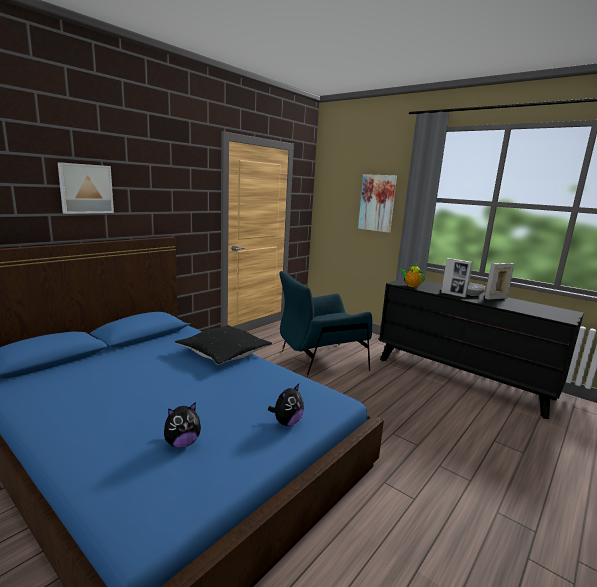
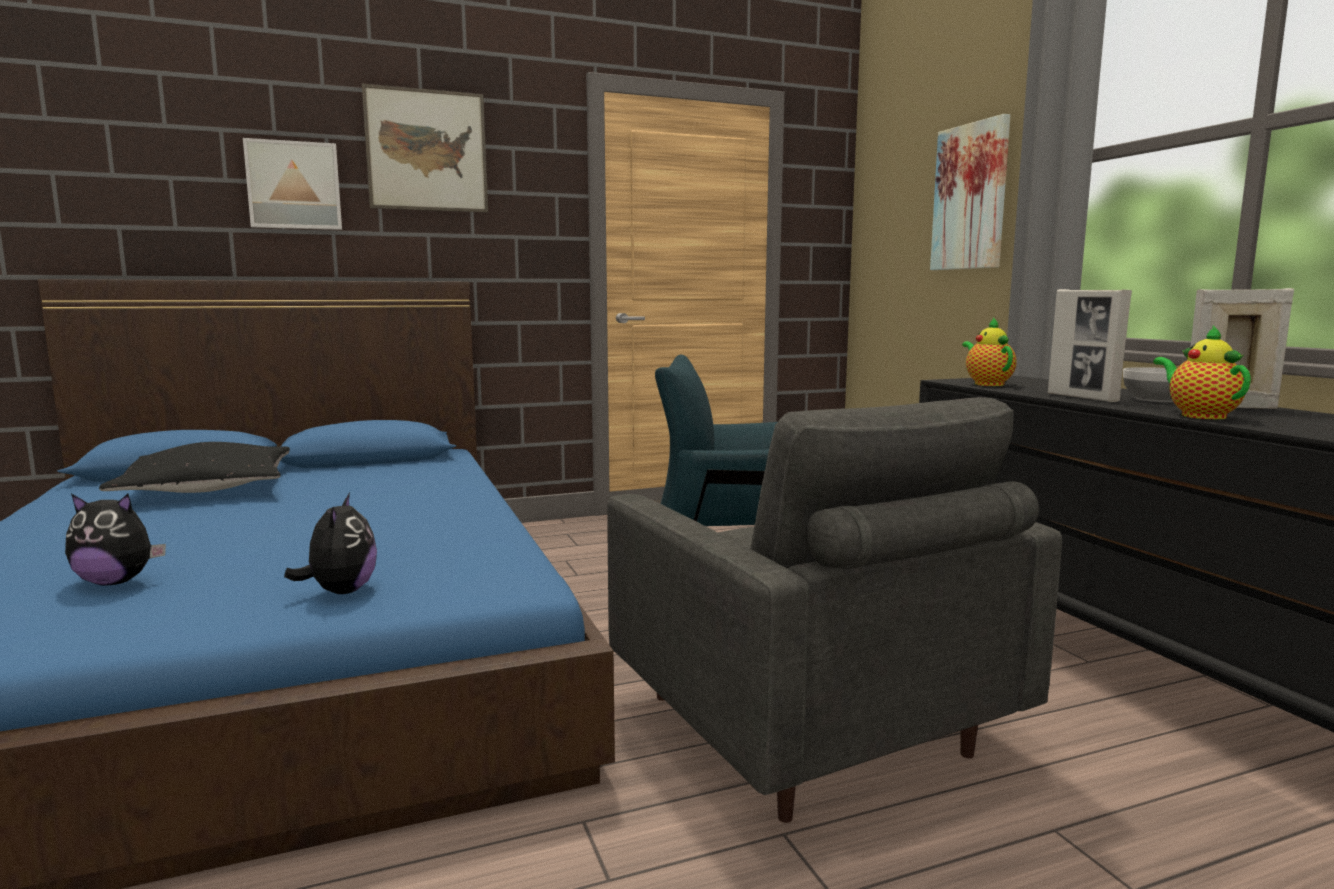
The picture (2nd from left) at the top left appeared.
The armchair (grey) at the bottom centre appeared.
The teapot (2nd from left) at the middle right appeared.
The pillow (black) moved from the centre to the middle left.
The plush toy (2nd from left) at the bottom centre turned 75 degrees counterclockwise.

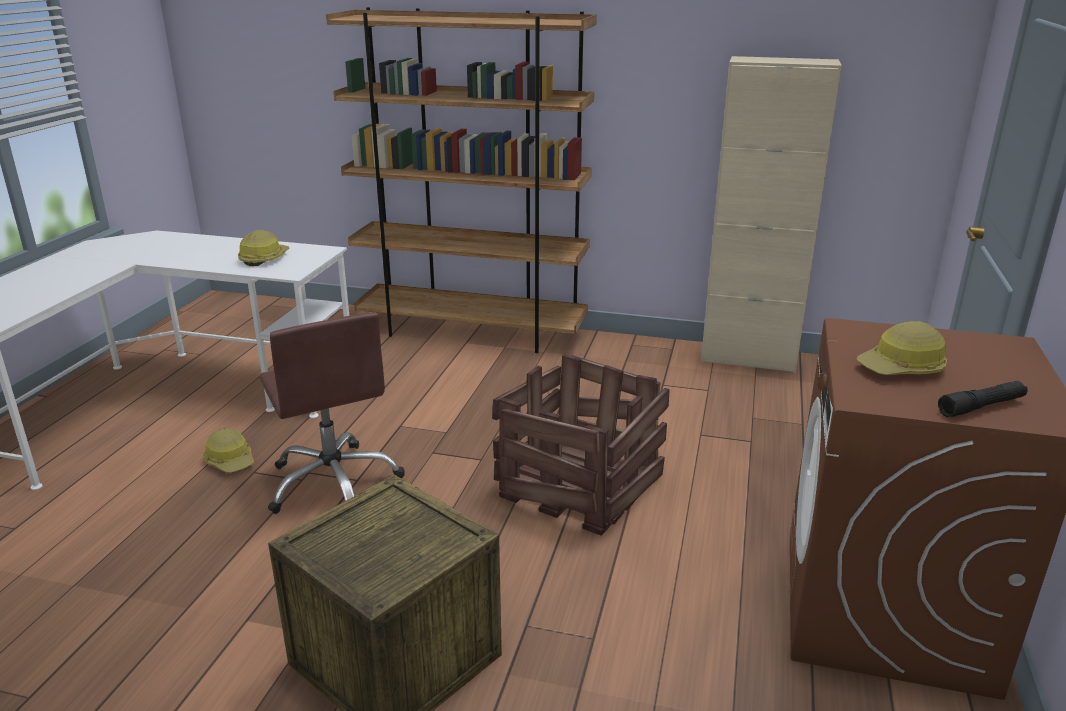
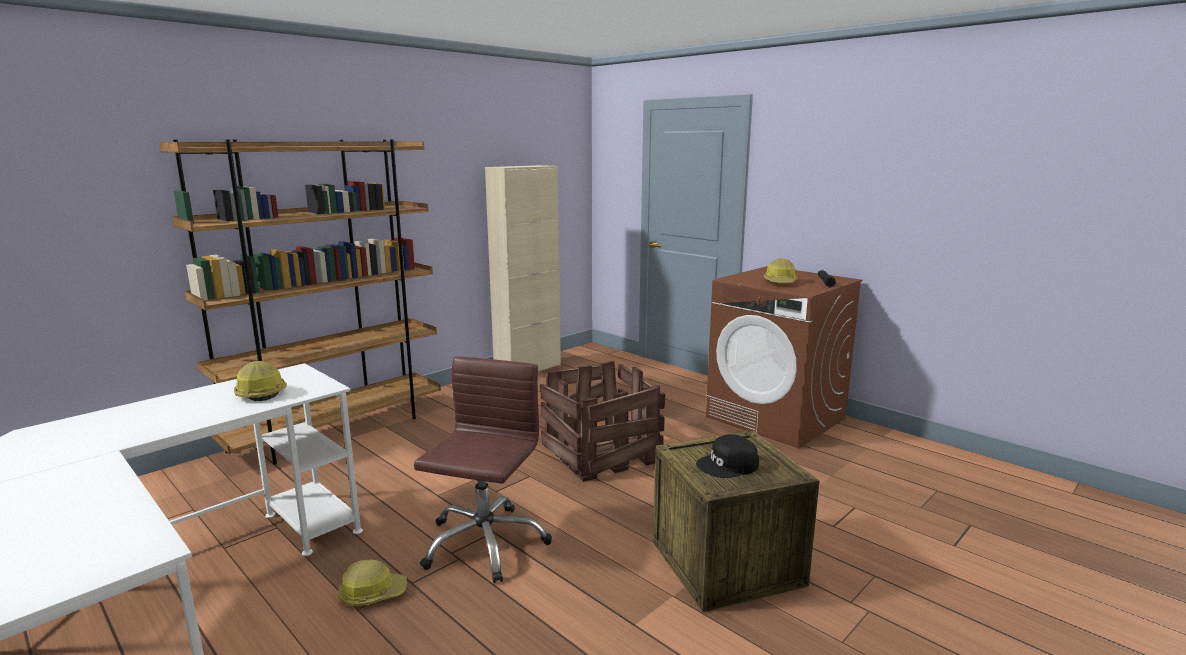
The cap (black) at the bottom centre appeared.
The office chair (brown) at the middle left turned 75 degrees counterclockwise.

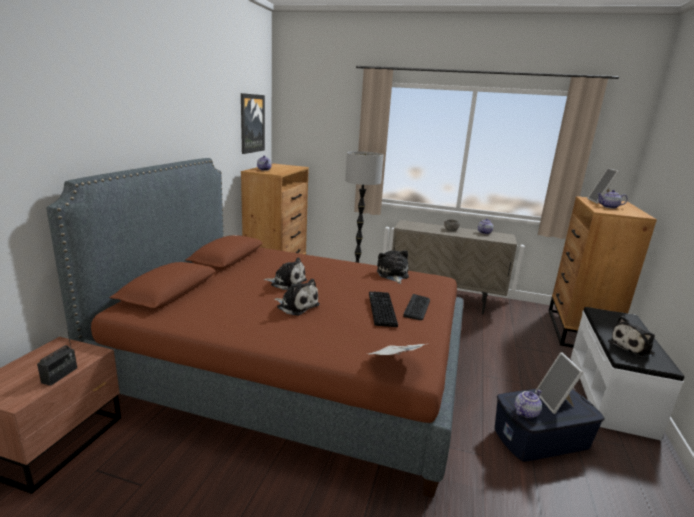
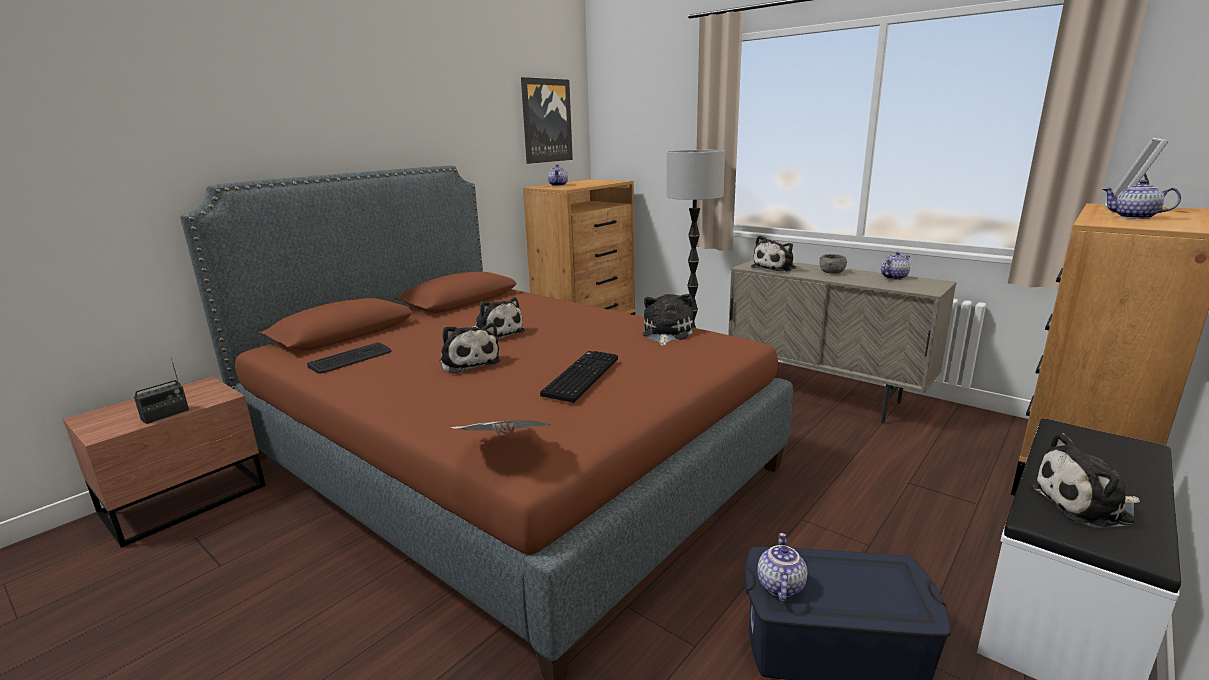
The picture frame (1st from left) at the bottom right disappeared.
The plush toy (4th from left) at the centre appeared.
The keyboard (2nd from left in the first image) moved from the centre to the middle left.
The teapot (3rd from left in the first image) at the bottom right turned 60 degrees counterclockwise.

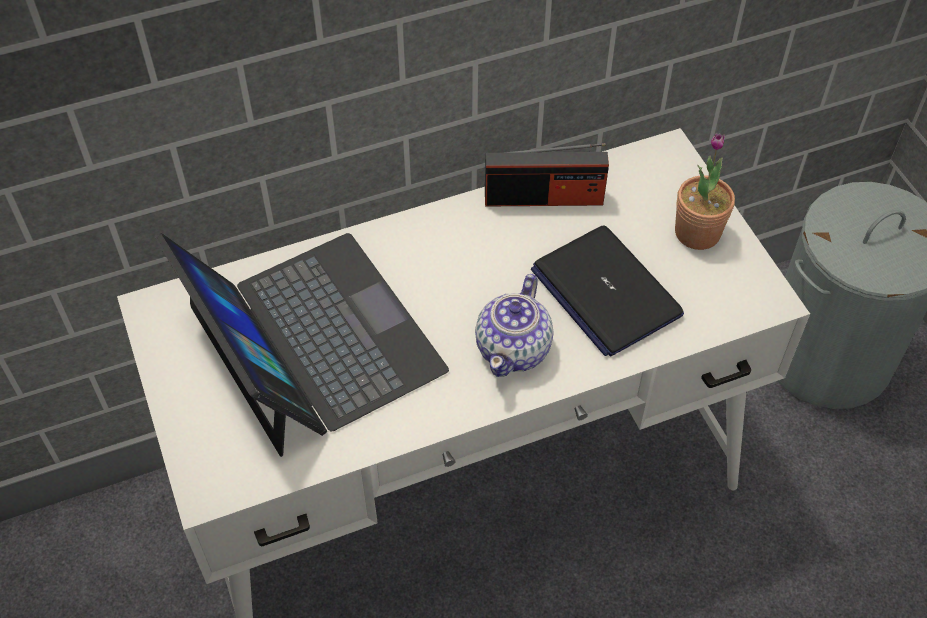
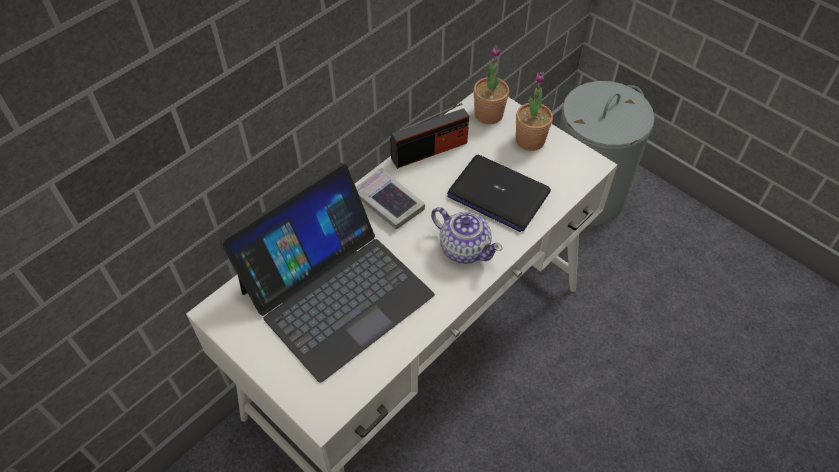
The book at the centre appeared.
The potted plant (1st from left) at the top centre appeared.
The laptop (1st from left) at the middle left turned 105 degrees clockwise.
The teapot at the centre turned 45 degrees counterclockwise.

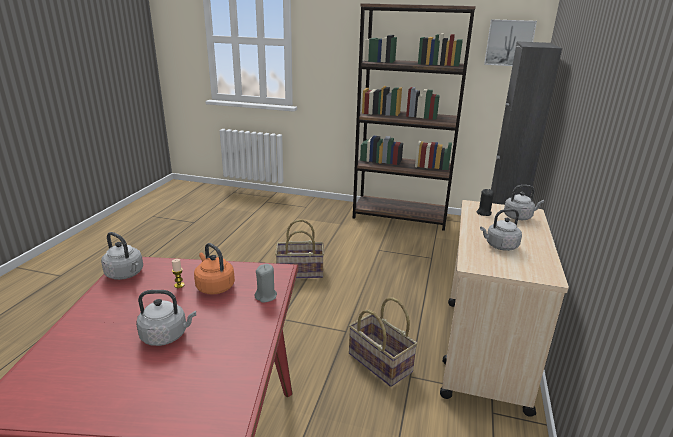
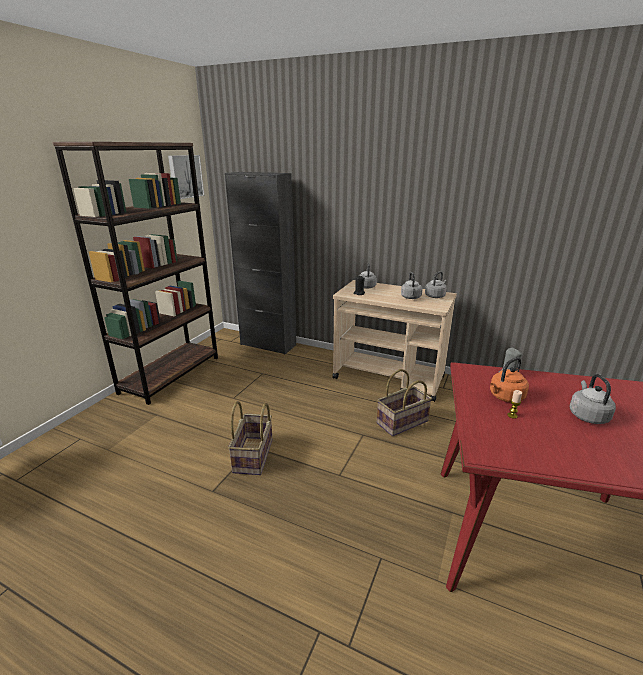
The kettle (grey) (1st from left in the first image) moved from the middle left to the middle right.

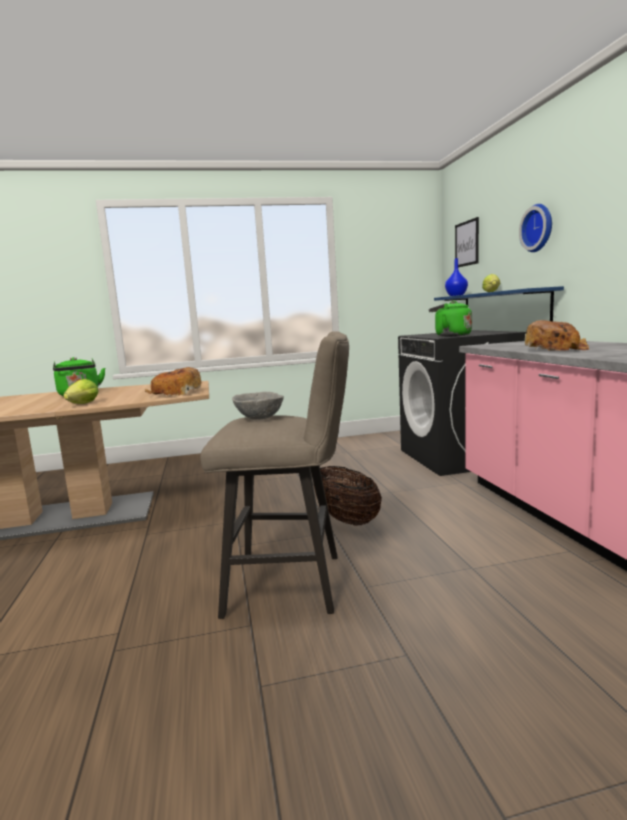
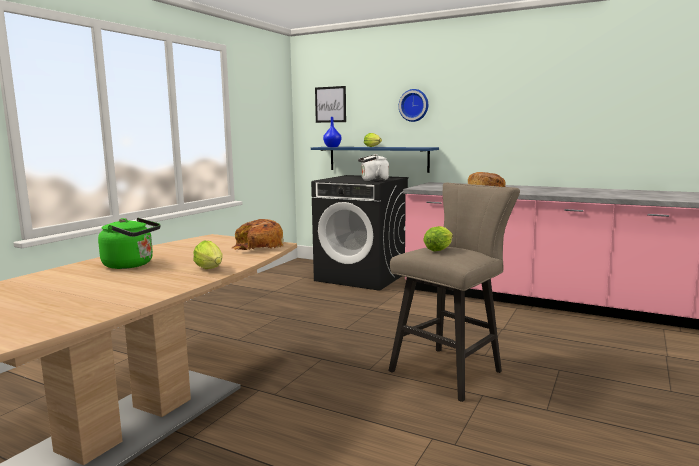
The basket at the centre disappeared.
The bowl (grey) at the centre was replaced by the lettuce (3rd from left) at the centre.
The kettle (green) (2nd from left) at the middle right became the kettle (white) at the centre.

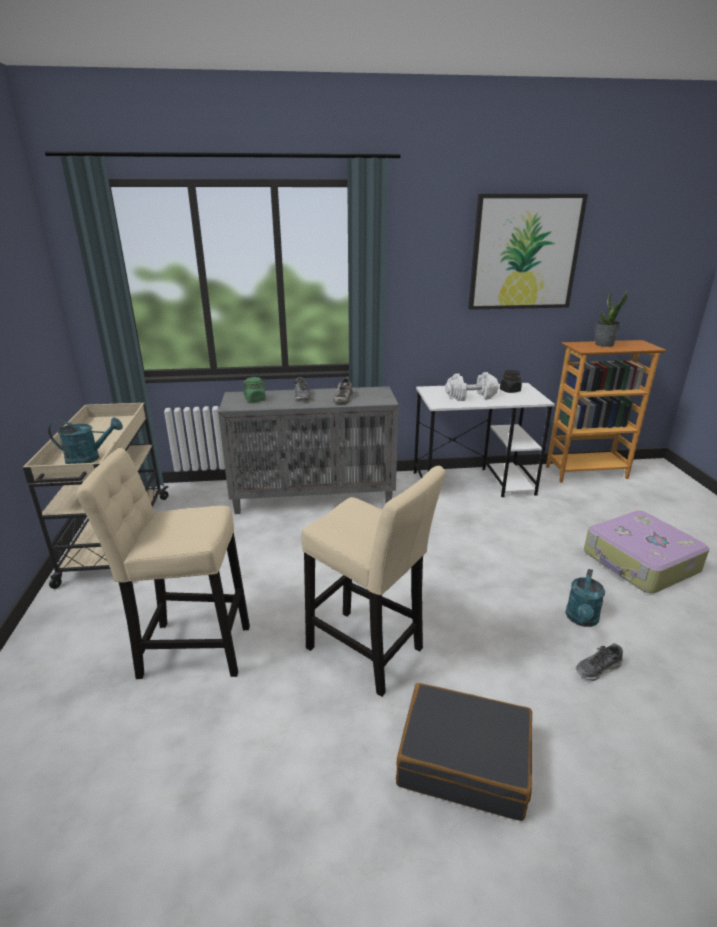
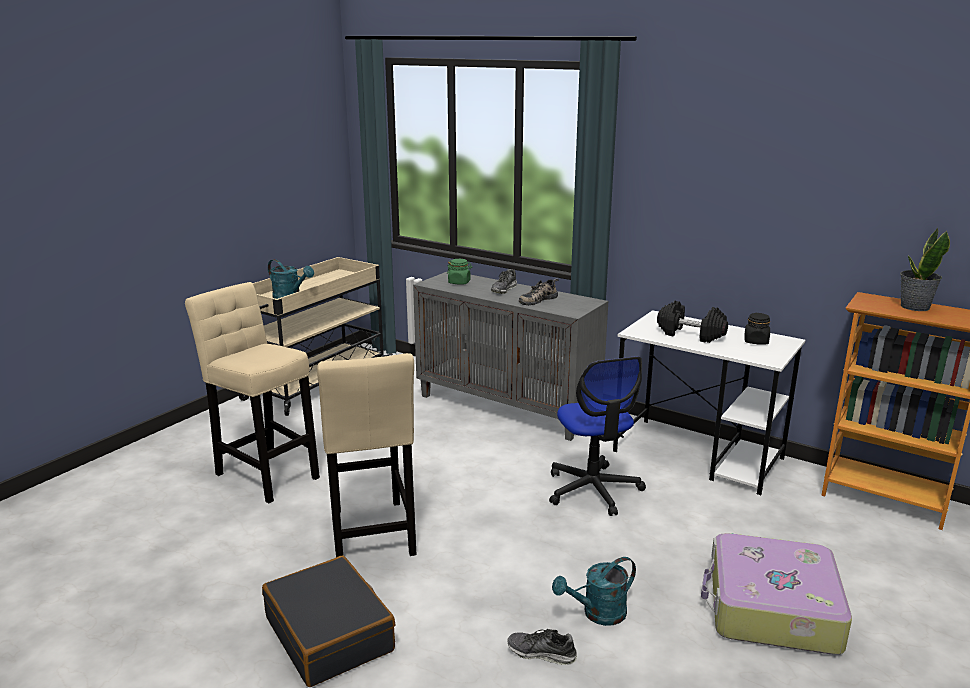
The picture at the top right disappeared.
The office chair at the centre appeared.
The dumbbell (white) at the centre became the dumbbell (black) at the middle right.

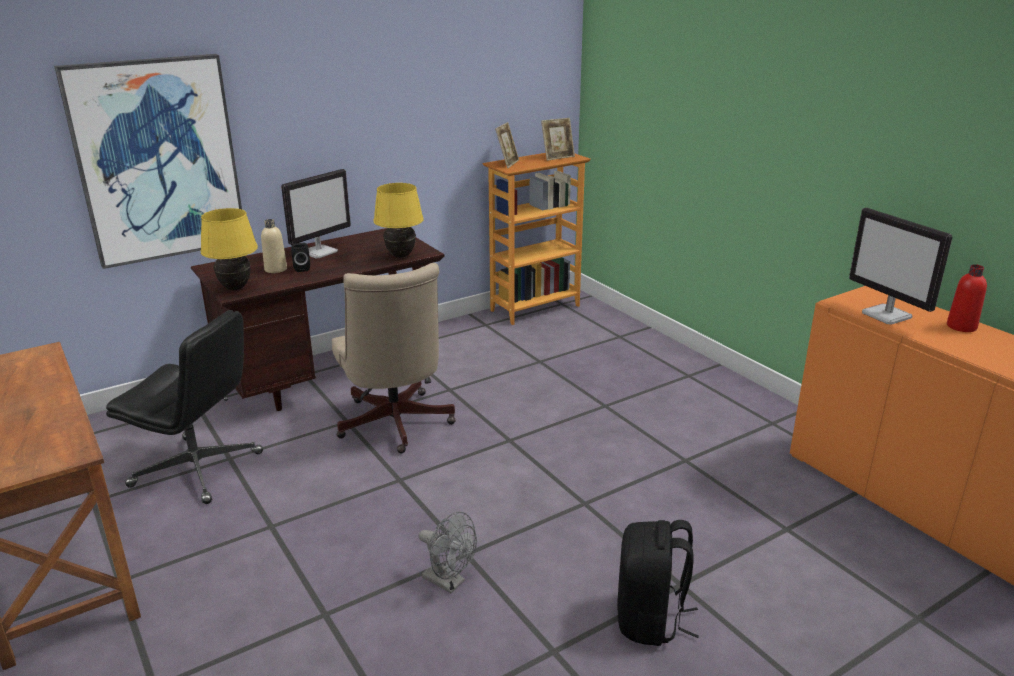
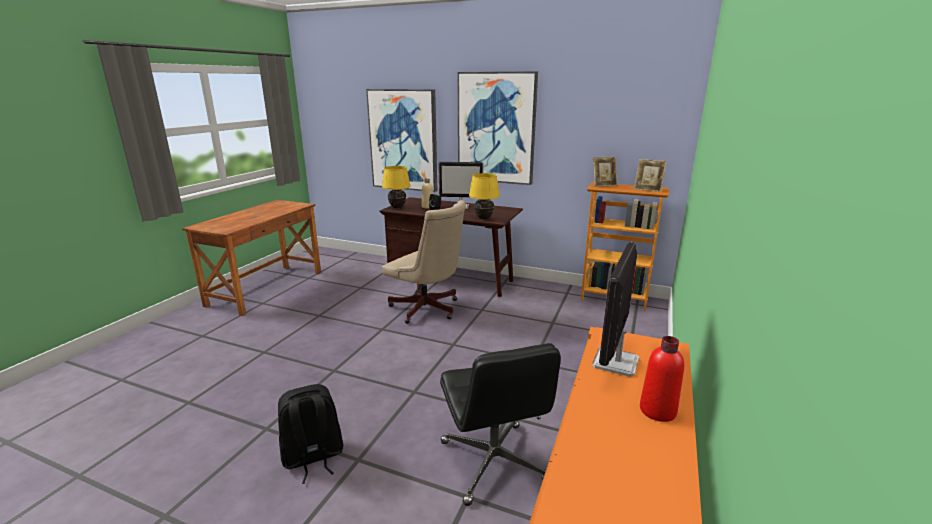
The fan (grey) at the bottom centre disappeared.
The picture (2nd from left) at the top centre appeared.
The office chair (black) moved from the middle left to the bottom centre.
The office chair (beige) at the centre turned 90 degrees counterclockwise.

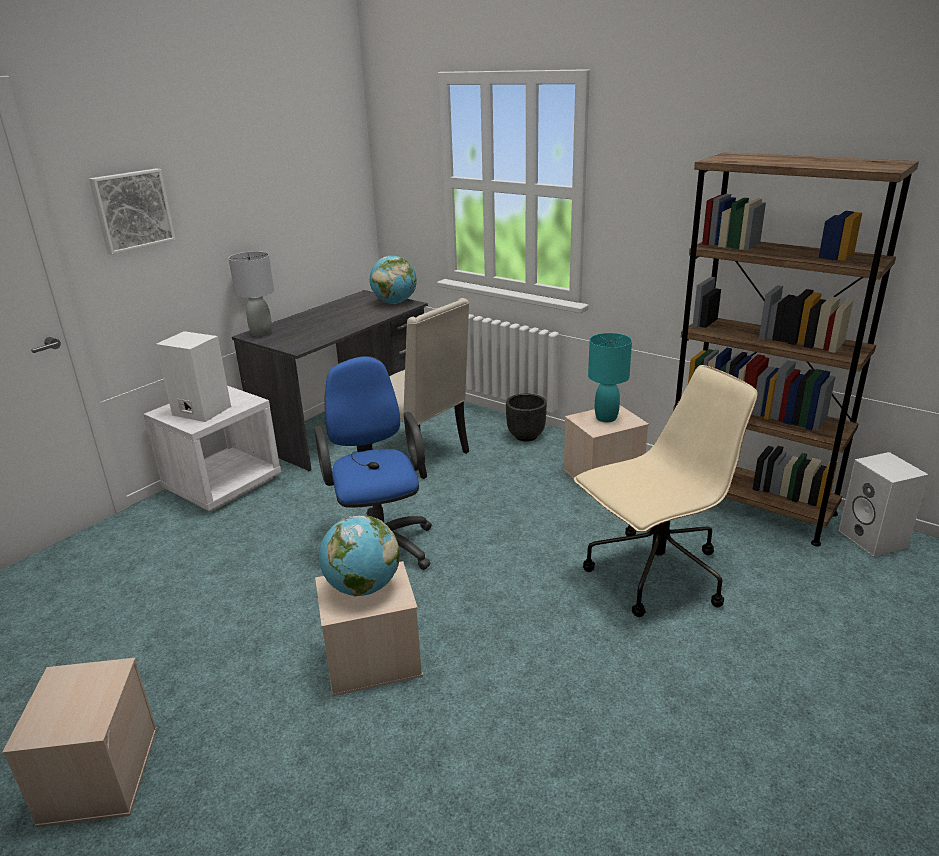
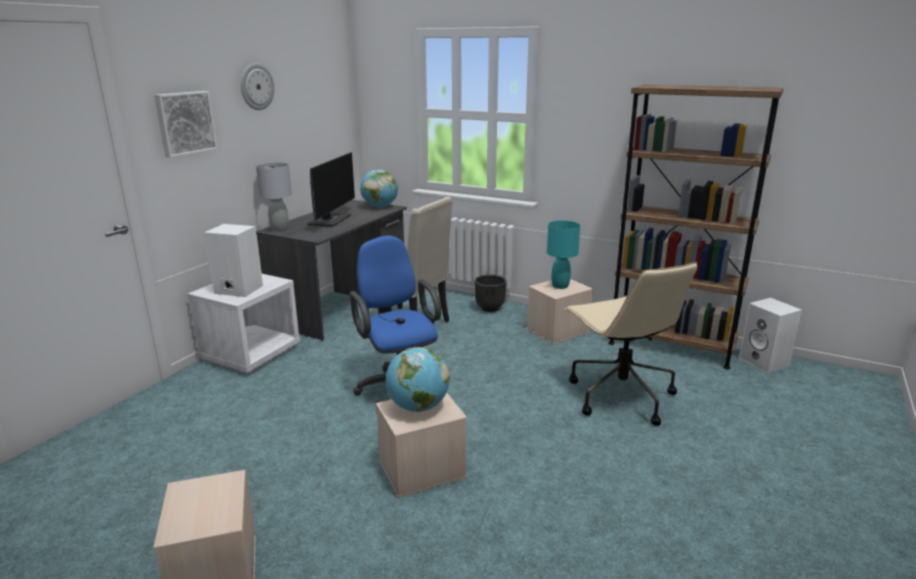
The wall clock at the top left appeared.
The monitor at the top centre appeared.
The office chair (beige) at the middle right turned 105 degrees clockwise.

